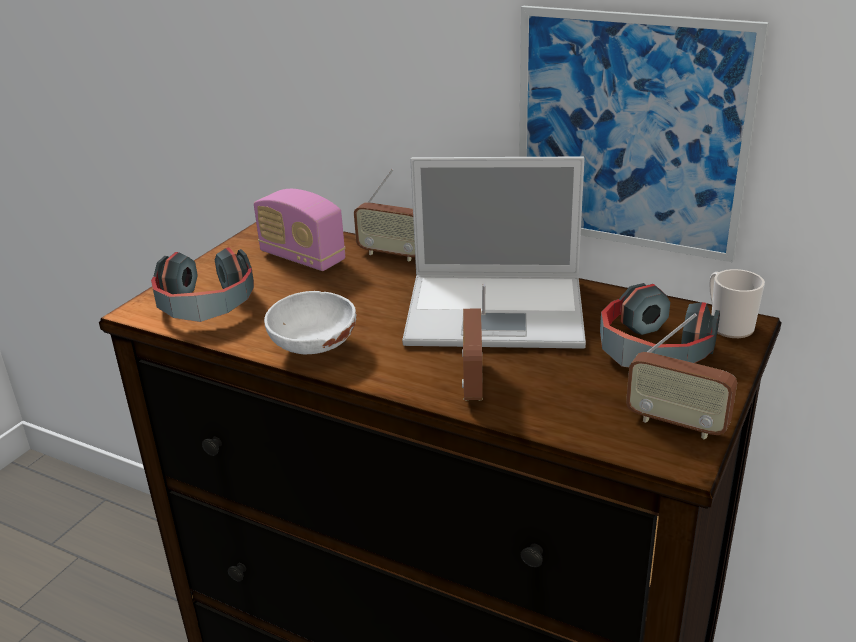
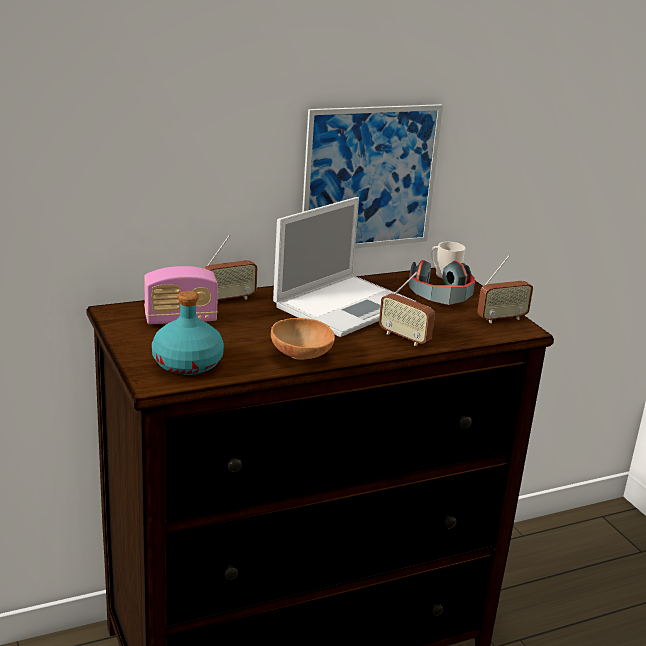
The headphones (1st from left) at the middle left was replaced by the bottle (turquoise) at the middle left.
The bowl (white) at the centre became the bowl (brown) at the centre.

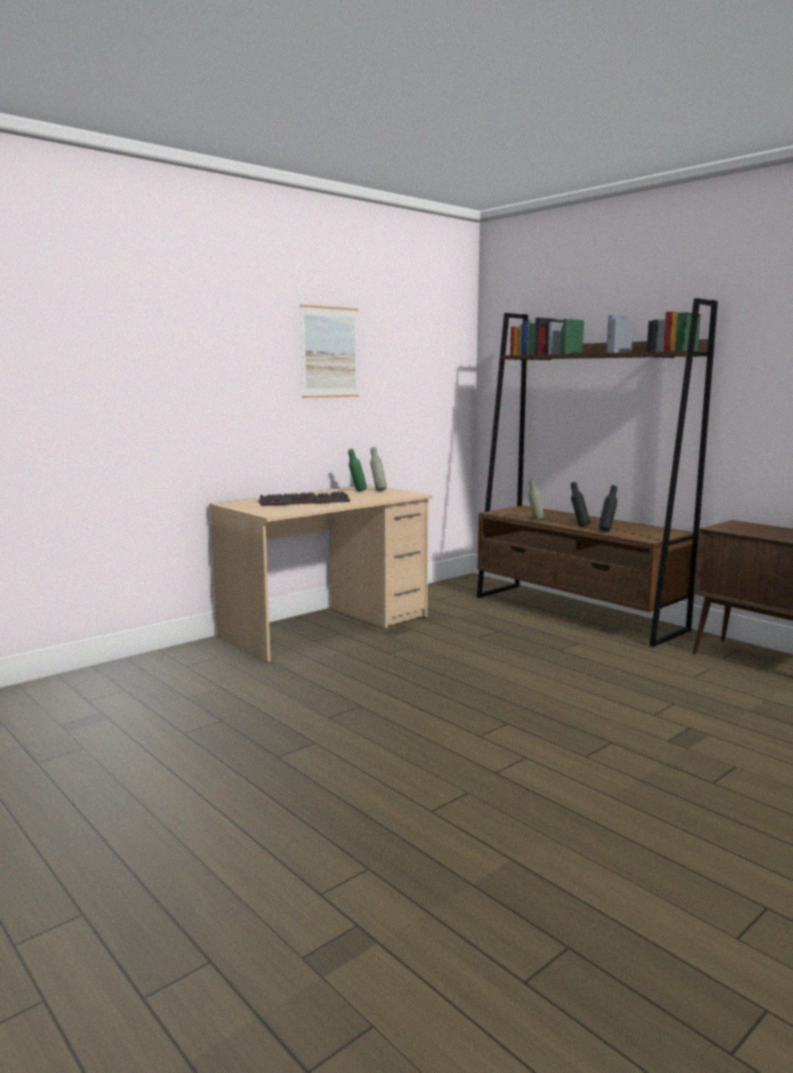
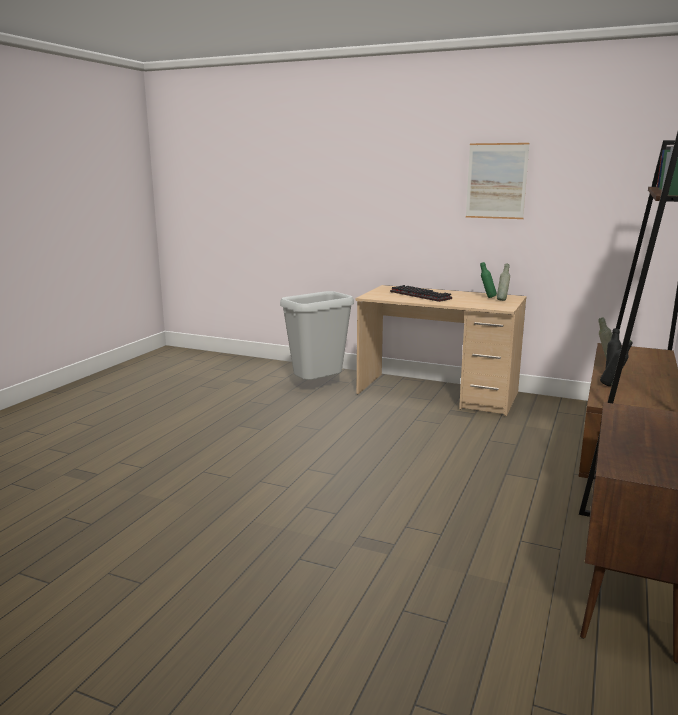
The trash can (grey) at the centre appeared.

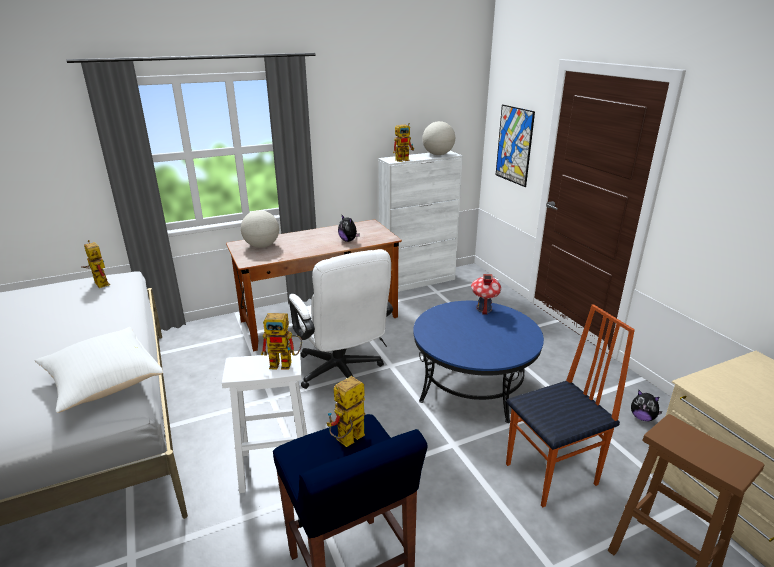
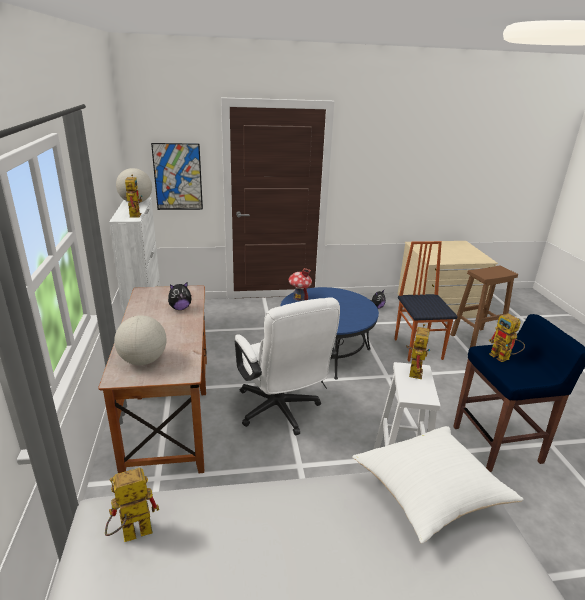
The office chair (white) at the centre turned 75 degrees clockwise.

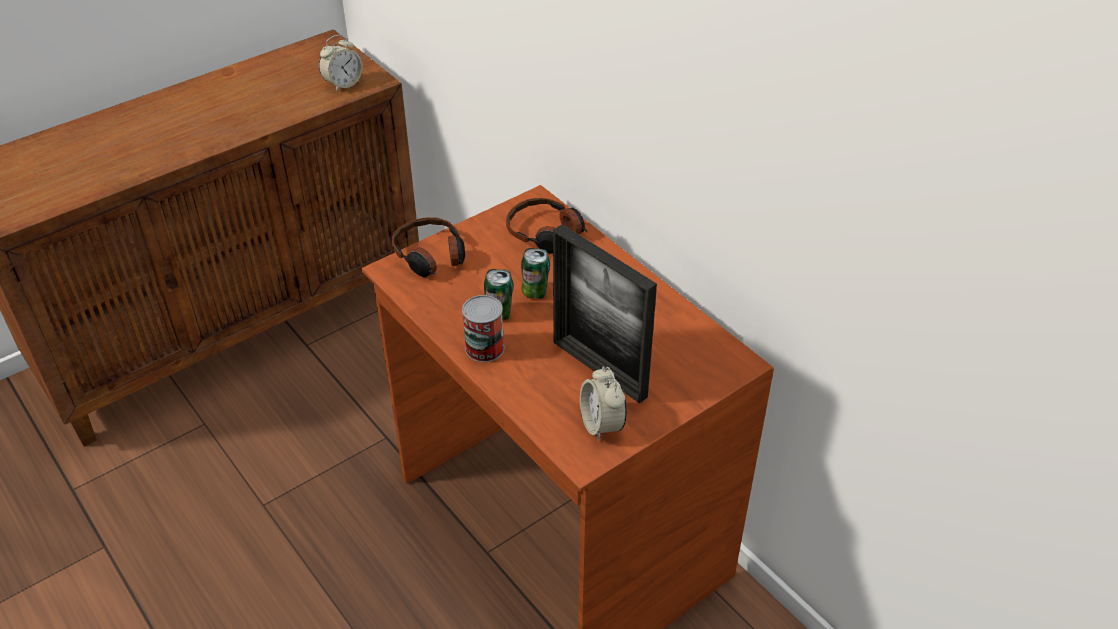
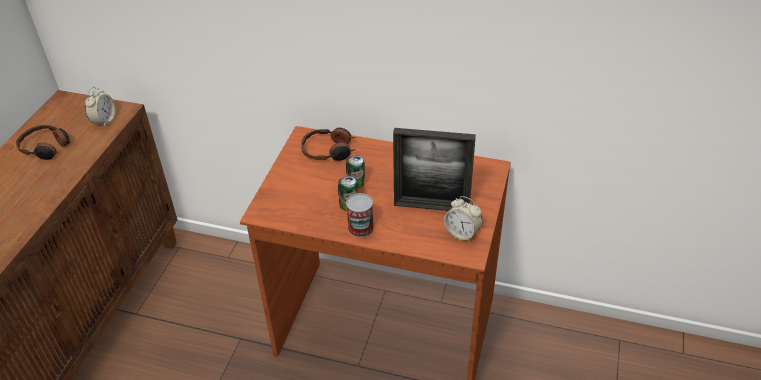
The headphones (1st from left) moved from the centre to the middle left.

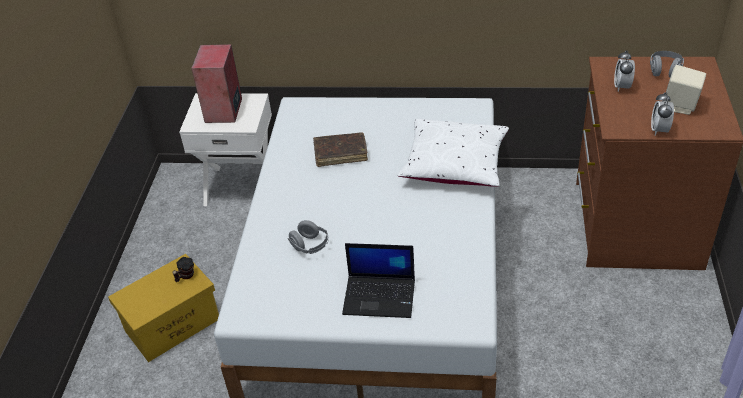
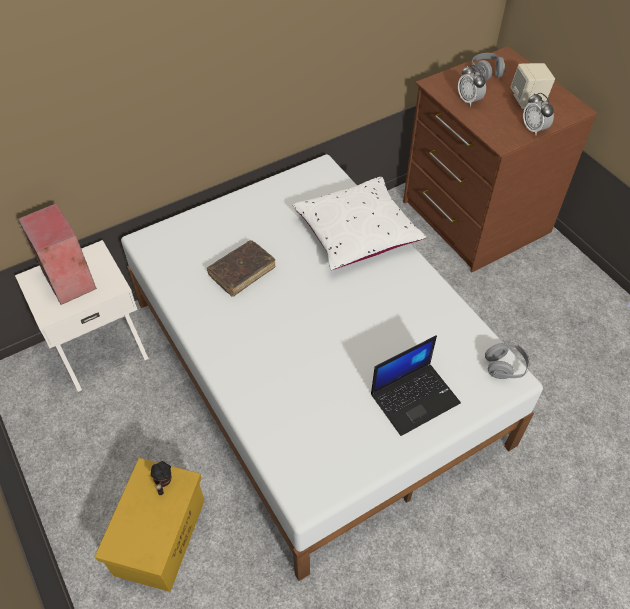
The headphones (grey) (1st from left in the first image) moved from the centre to the middle right.

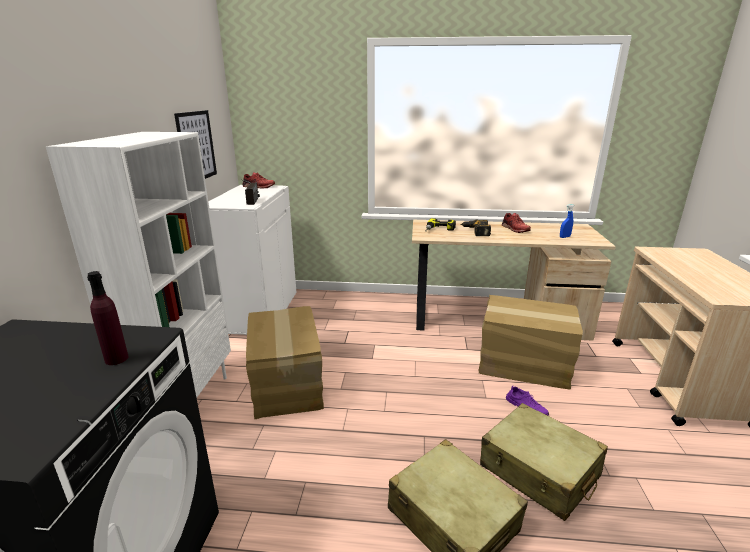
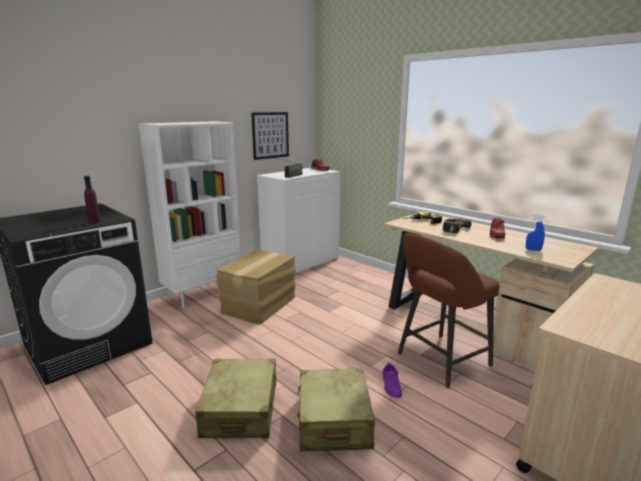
The cardboard box (2nd from left) at the middle right was replaced by the stool (brown) at the middle right.

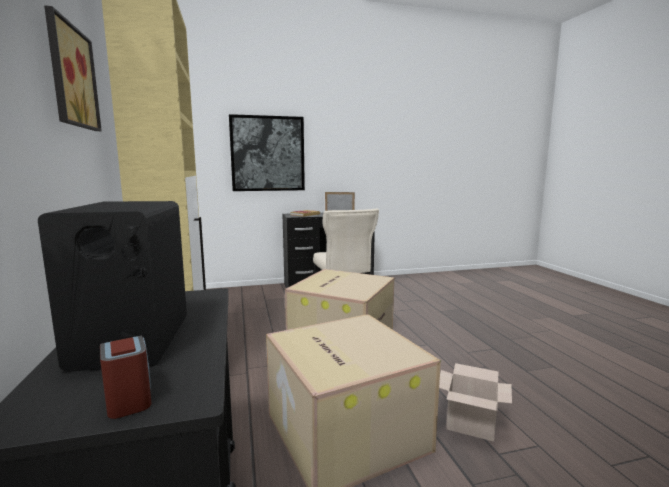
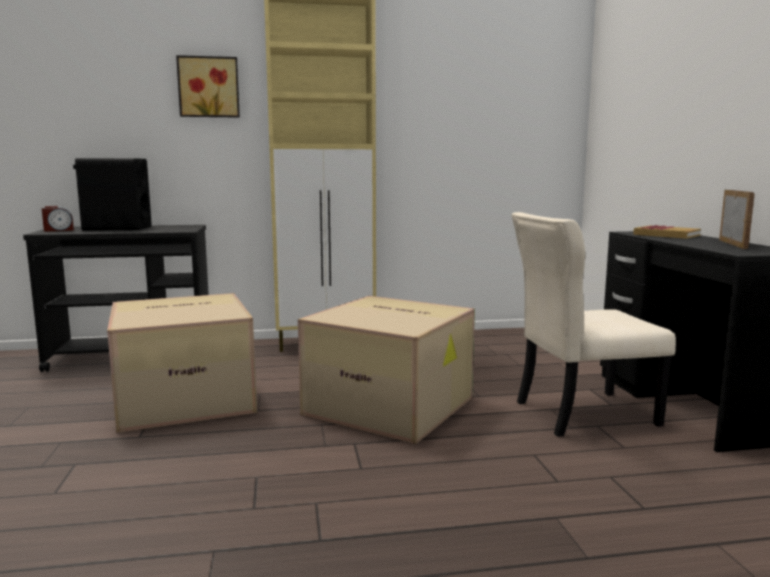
The picture (2nd from left) at the top centre disappeared.
The cardboard box (3rd from left) at the bottom right disappeared.

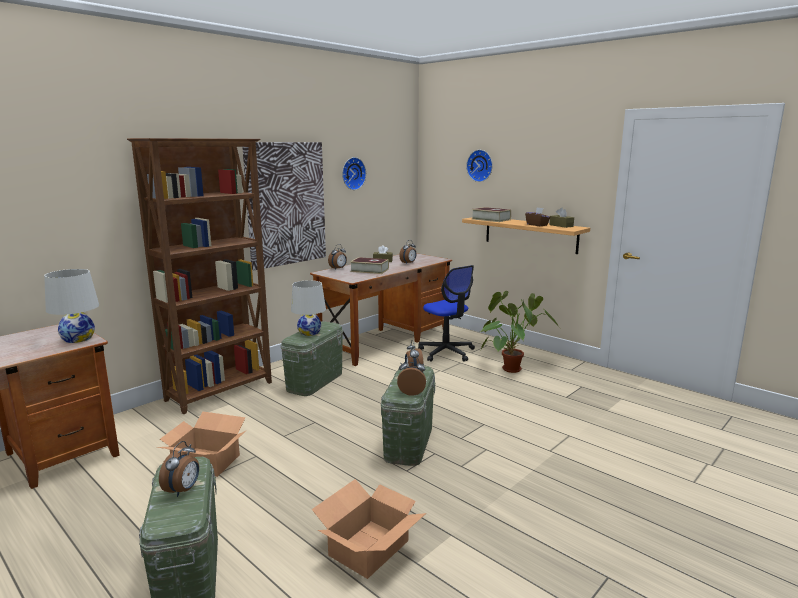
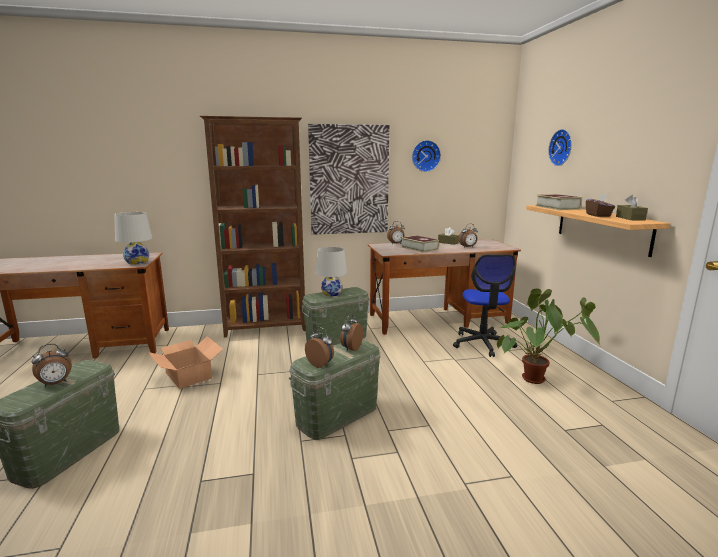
The cardboard box (2nd from left) at the bottom centre disappeared.

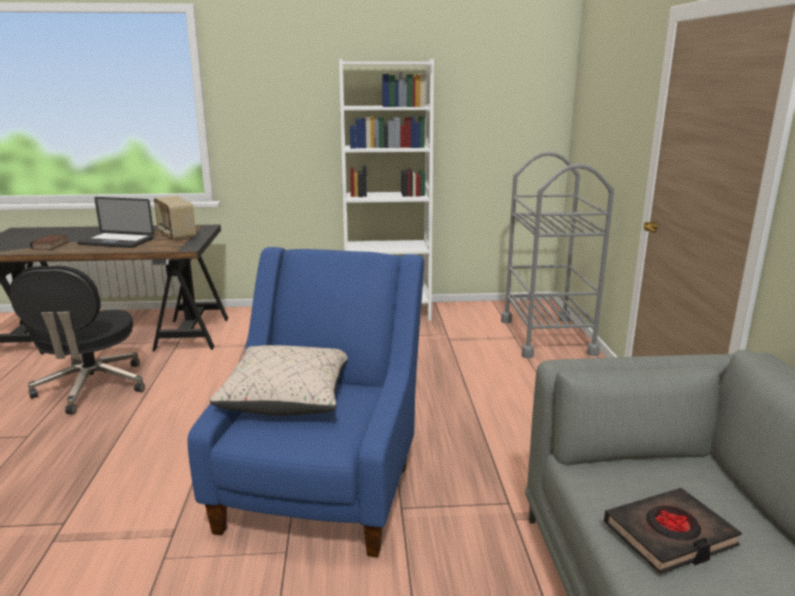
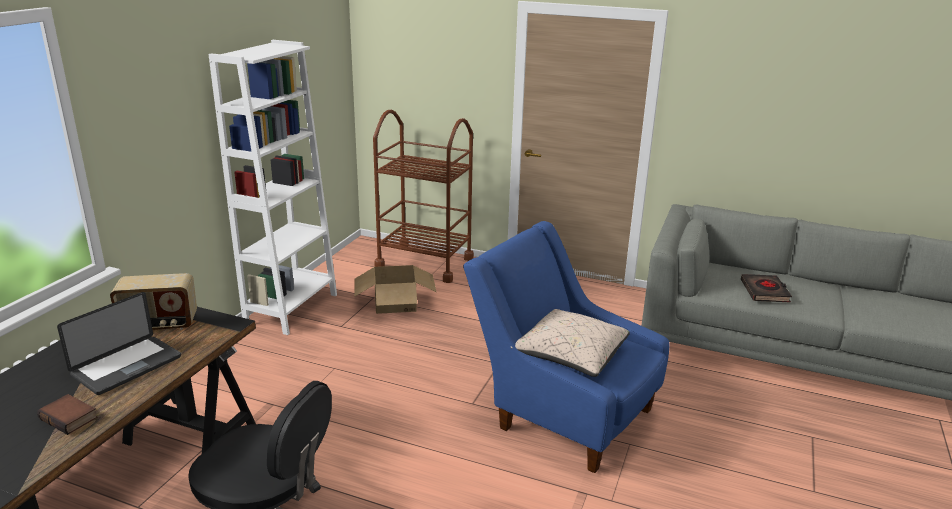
The cardboard box at the centre appeared.
The cart (grey) at the middle right became the cart (brown) at the centre.

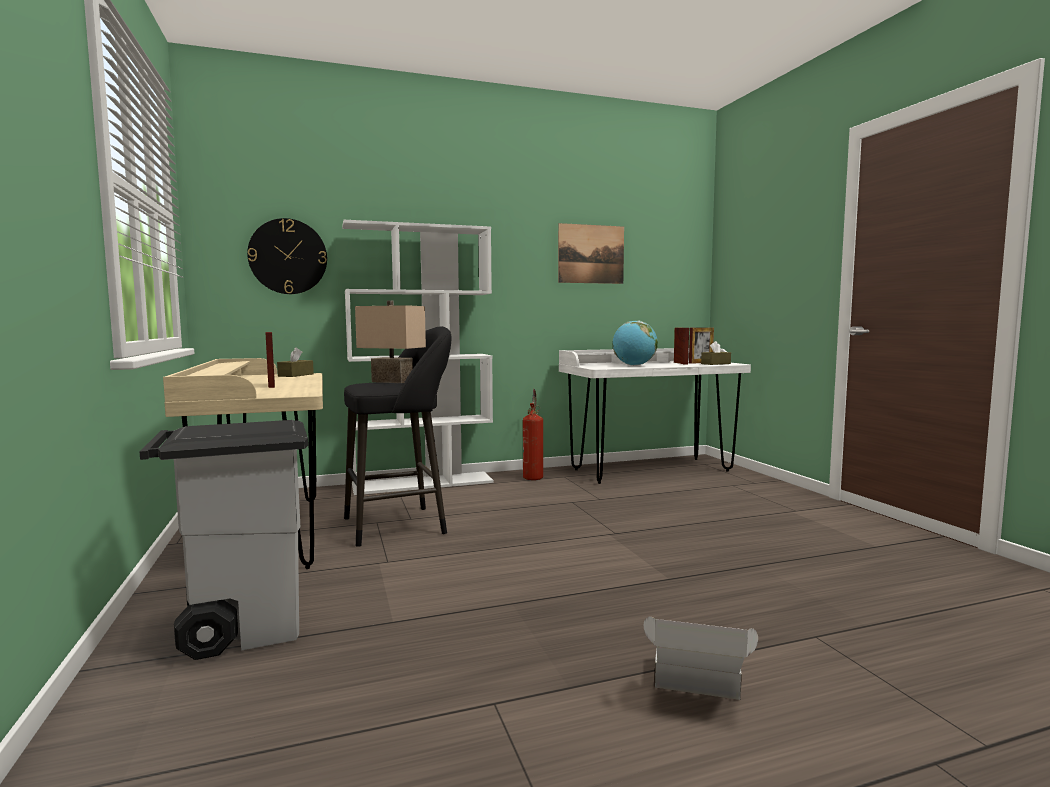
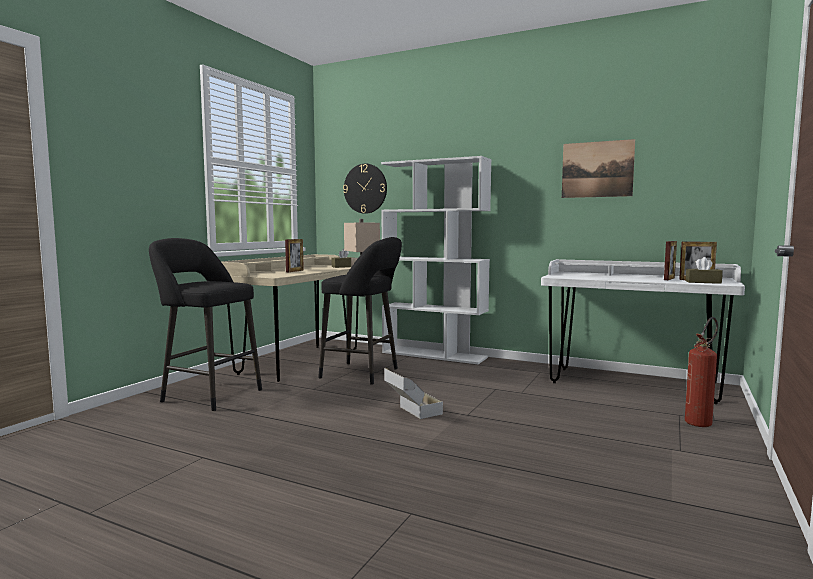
The globe at the centre disappeared.
The fire extinguisher moved from the centre to the middle right.
The cardboard box moved from the bottom right to the bottom centre.
The trash can (grey) at the bottom left was replaced by the stool (black) (1st from left) at the middle left.

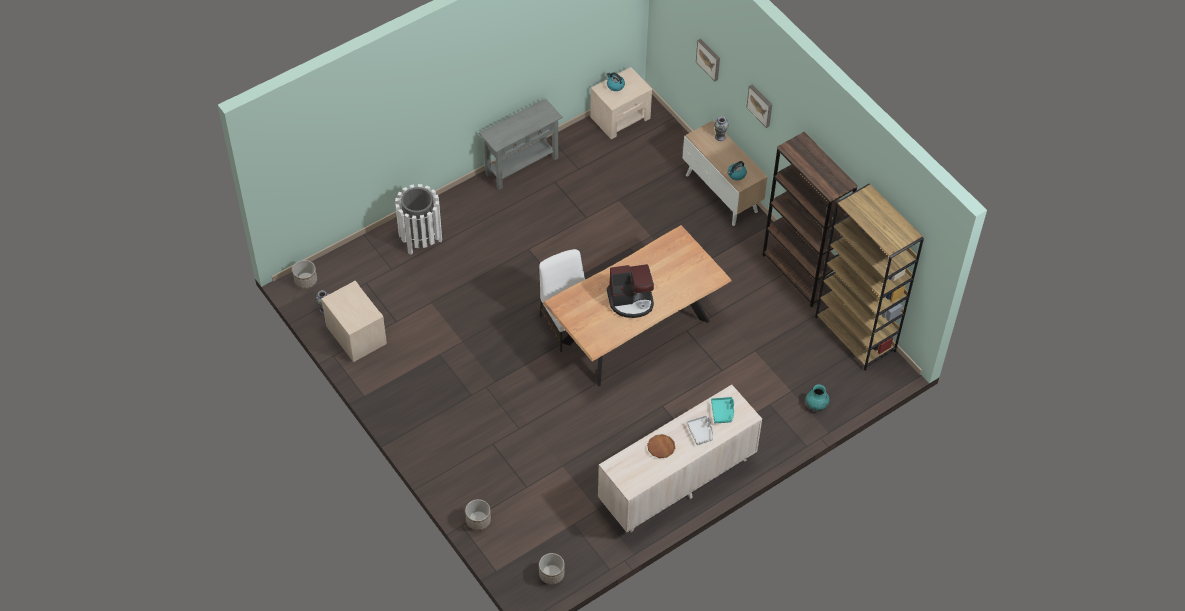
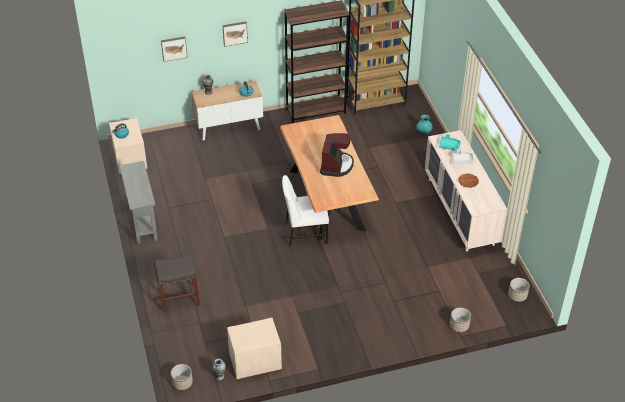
The trash can (white) at the centre was replaced by the stool (grey) at the bottom left.

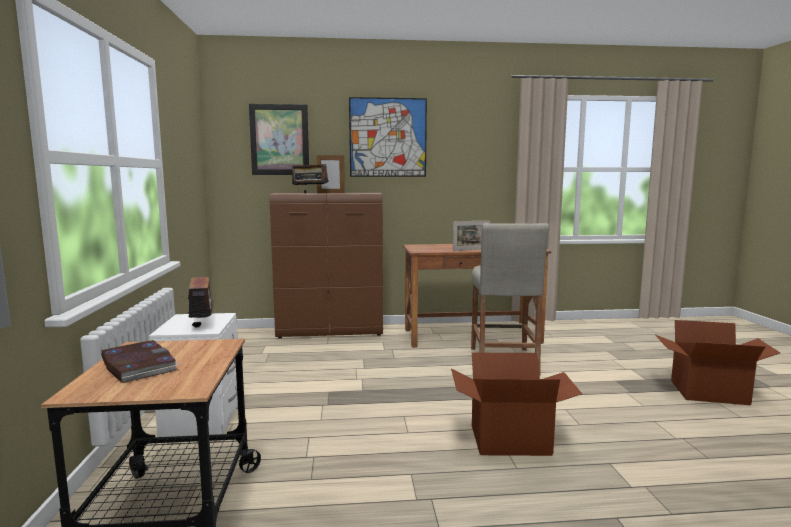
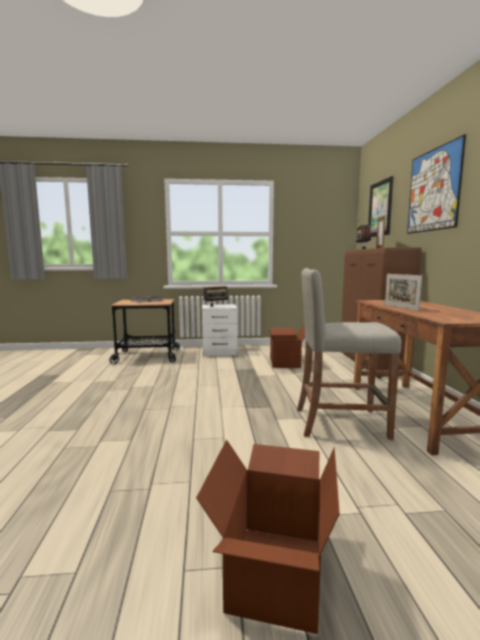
The cardboard box (1st from left in the first image) moved from the bottom centre to the centre.

